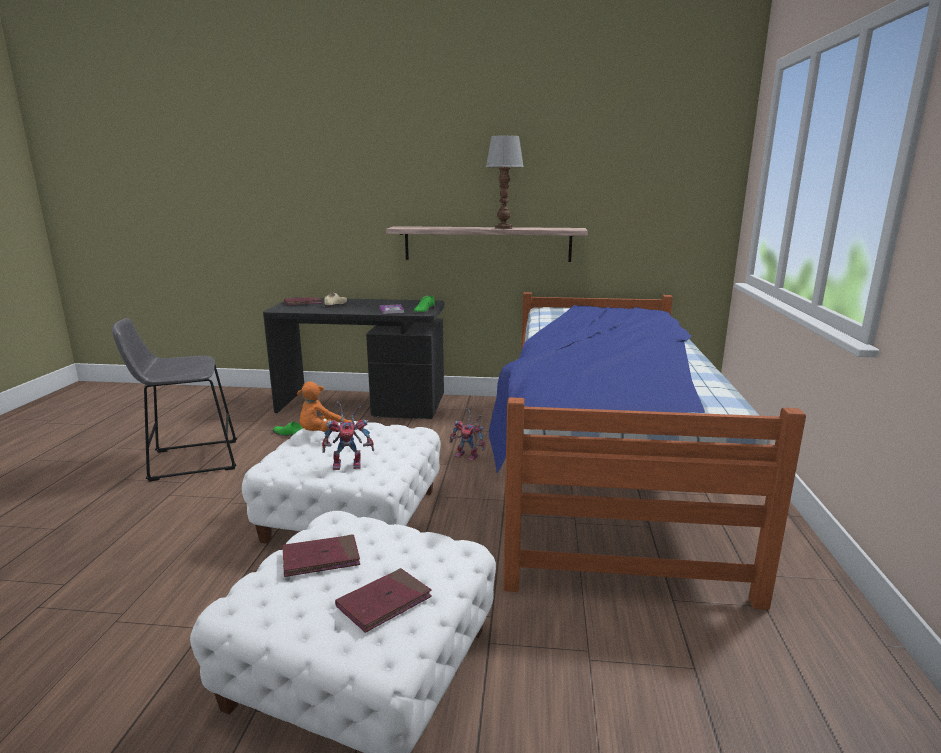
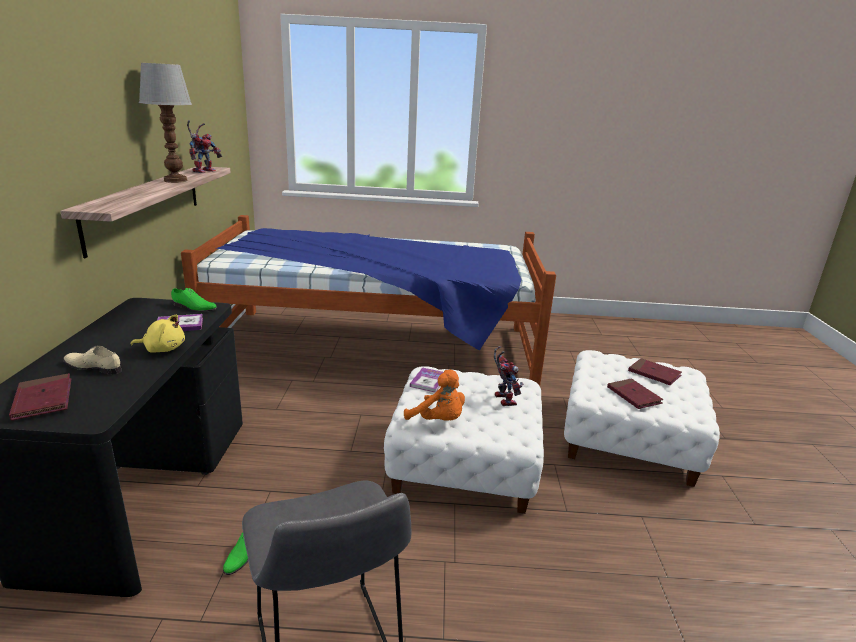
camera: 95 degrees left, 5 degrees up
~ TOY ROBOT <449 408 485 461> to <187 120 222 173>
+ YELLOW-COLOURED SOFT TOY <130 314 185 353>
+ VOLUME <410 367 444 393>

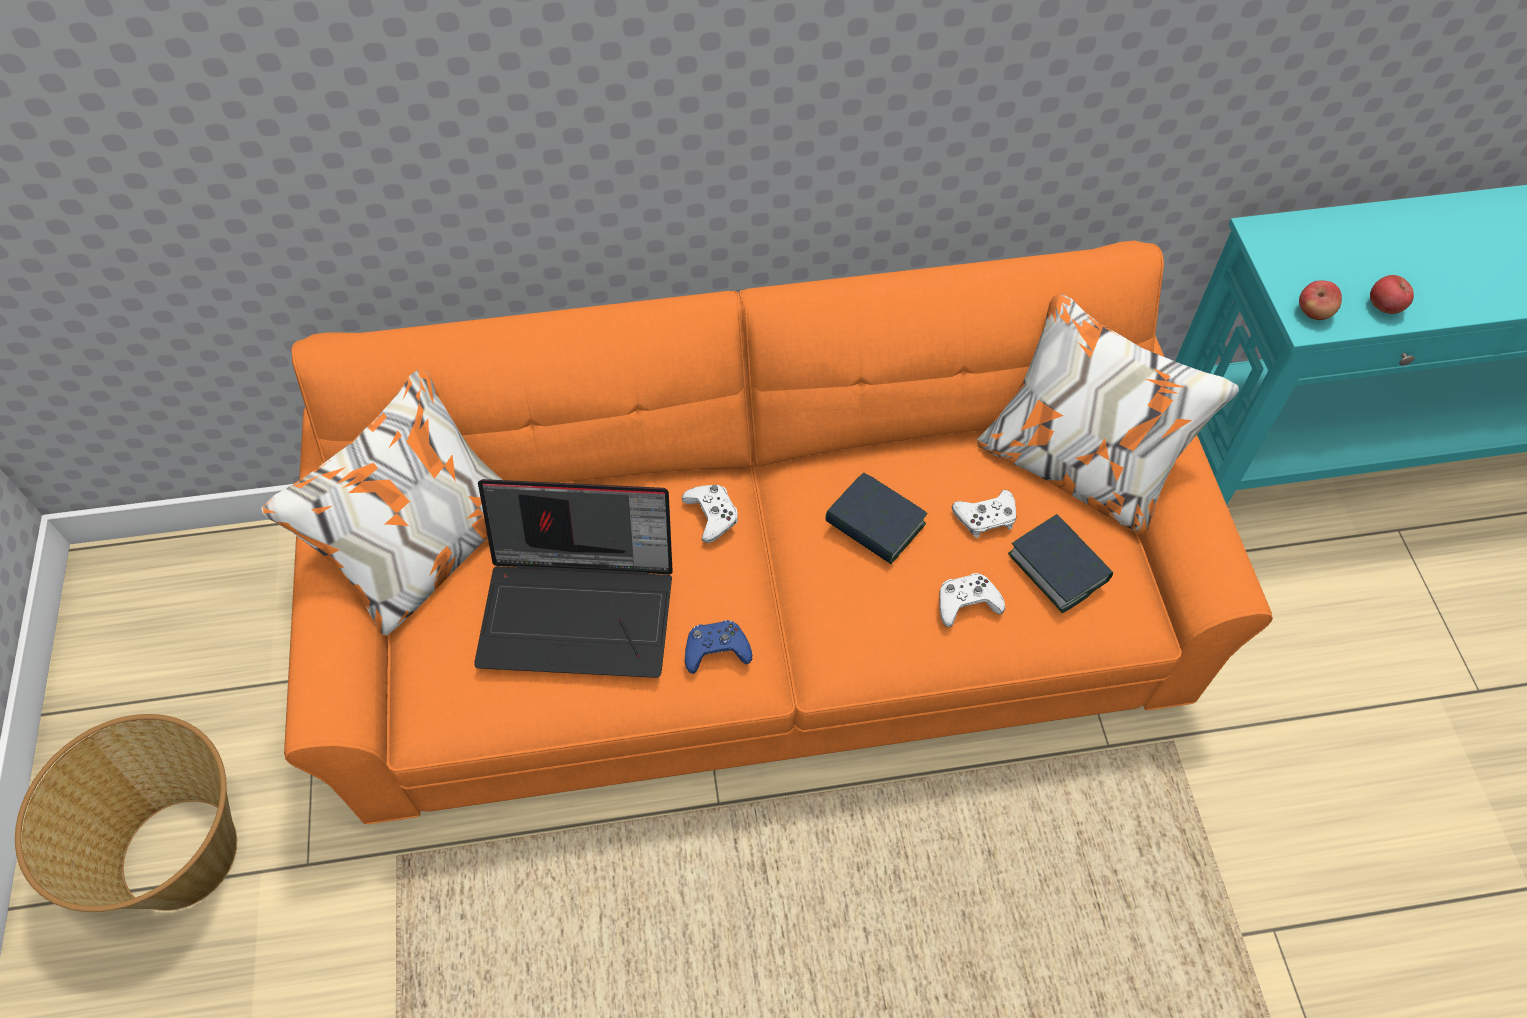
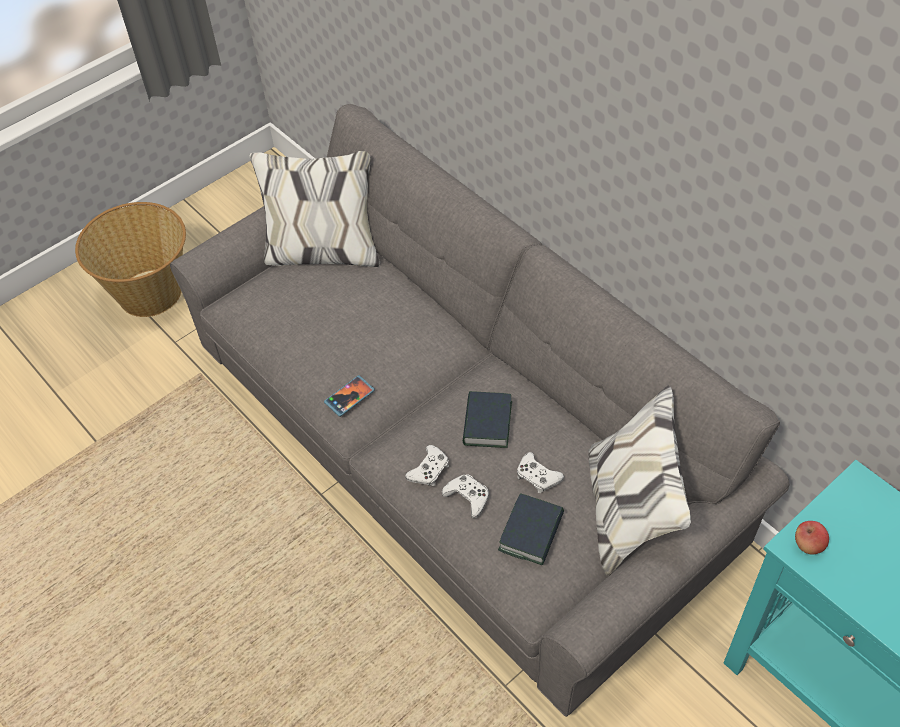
camera: 60 degrees right, 5 degrees down
~ ORANGE-COLOURED SETTEE <261 240 1273 824> to GRAY SETTEE <170 104 790 717>
- APPLE <1370 275 1414 314>
- PORTABLE COMPUTER <474 479 673 678>
~ WHITISH GAMEPAD <682 485 738 543> to <405 445 449 486>
~ BLUE-COLOURED GAMEPAD <685 620 753 674> to HANDSET <324 375 375 417>

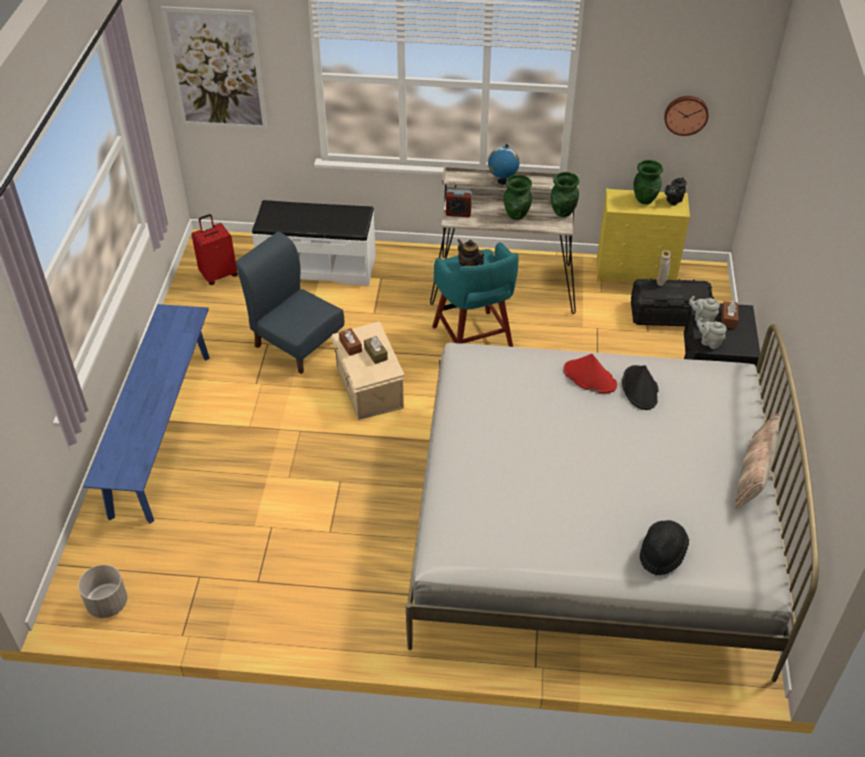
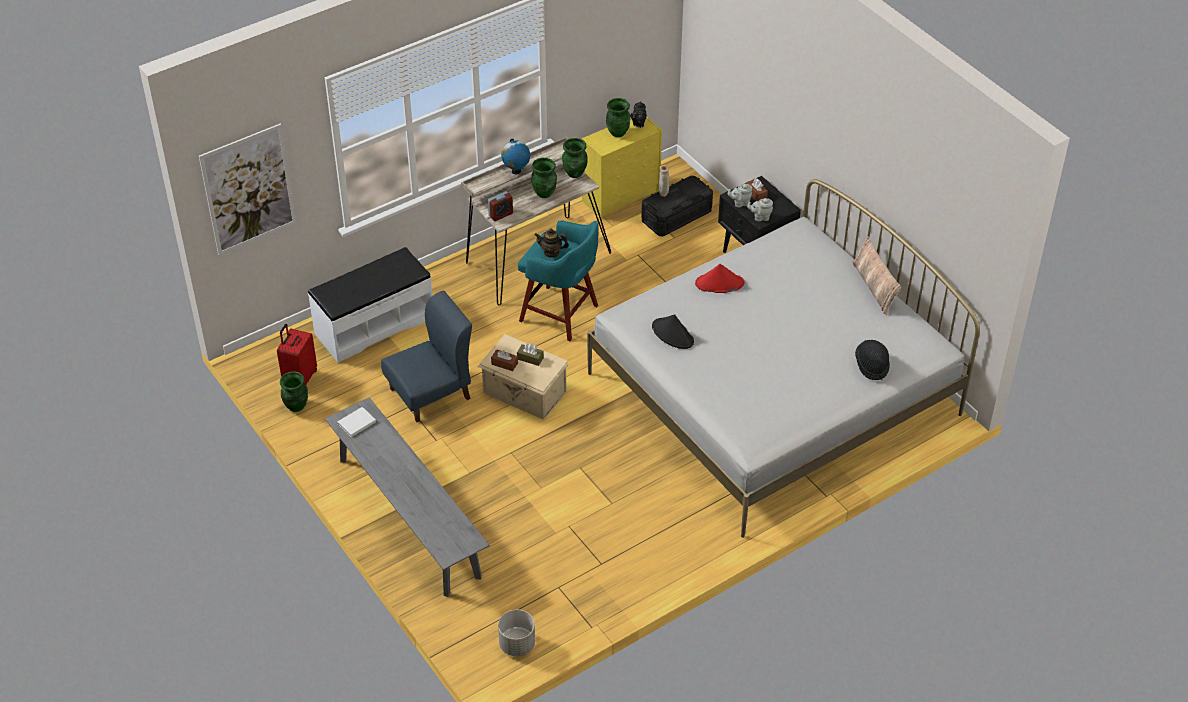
camera: 40 degrees left, 0 degrees up
- HANGING CLOCK <664 96 709 136>
~ BLUE-COLOURED PLAIN CHAIR <236 232 344 374> = <381 291 472 422> 150 degrees clockwise
~ BLUE-COLOURED LONG SEAT <83 304 210 524> to GRAY LONG SEAT <325 397 490 597>
~ BLACK-COLOURED CLOTHING HAT <622 365 658 410> to <652 314 694 349>
+ GREEN DECORATIVE VASE <280 371 308 412>
+ WHITISH VOLUME <337 407 376 437>

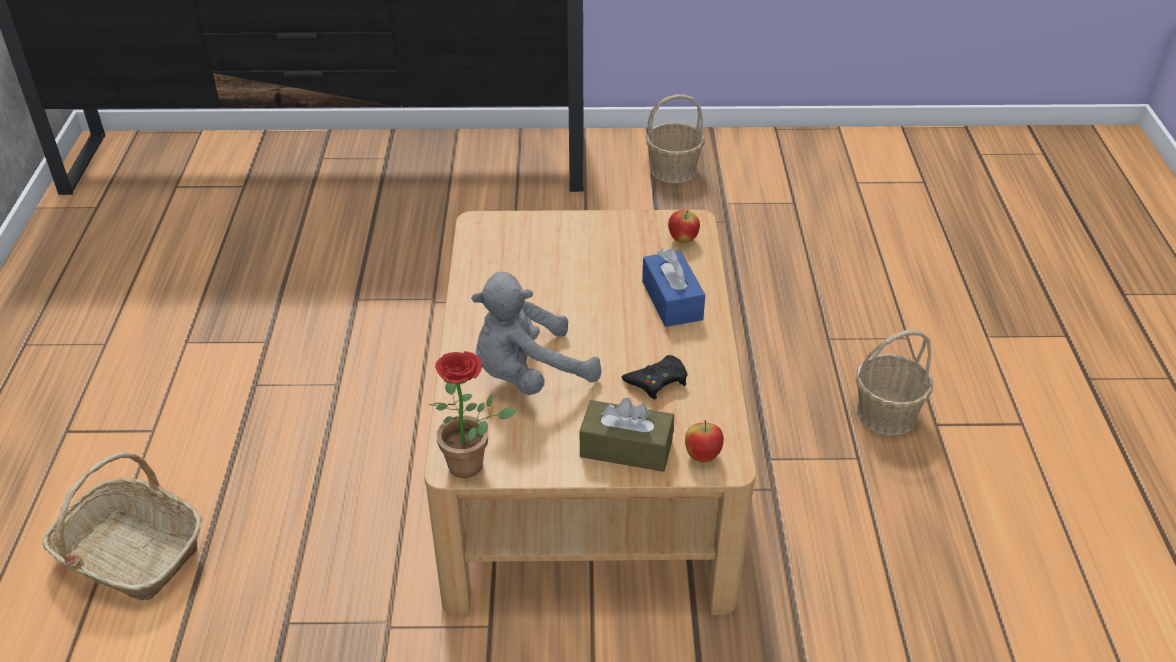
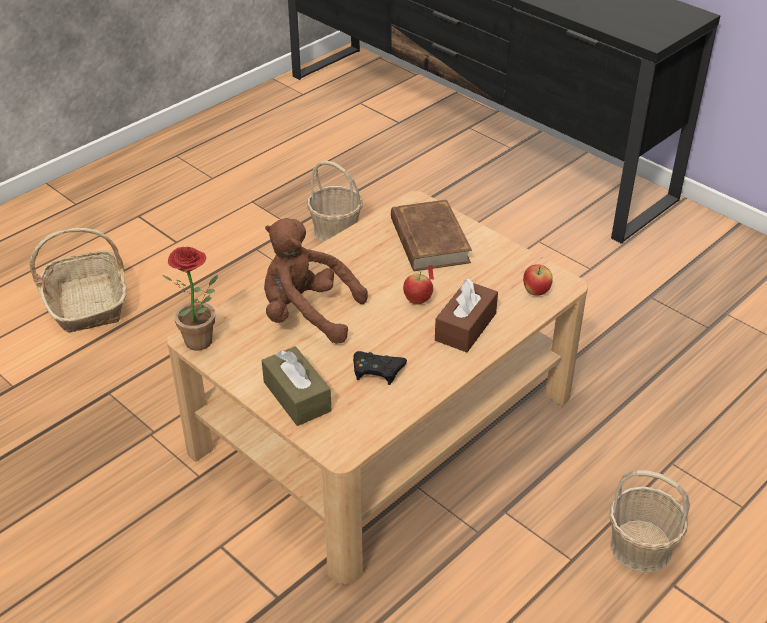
camera: 45 degrees right, 0 degrees up
~ BASKET <646 94 705 183> to <307 161 362 242>
~ BLUE-COLOURED BOX OF TISSUES <642 249 705 327> to BROWNISH BOX OF TISSUES <435 278 498 352>
~ GRAY SOFT TOY <471 272 602 395> to BROWNISH SOFT TOY <264 218 368 344>
~ APPLE <685 420 724 463> to <403 271 433 305>
+ BROWNISH VOLUME <391 200 472 280>

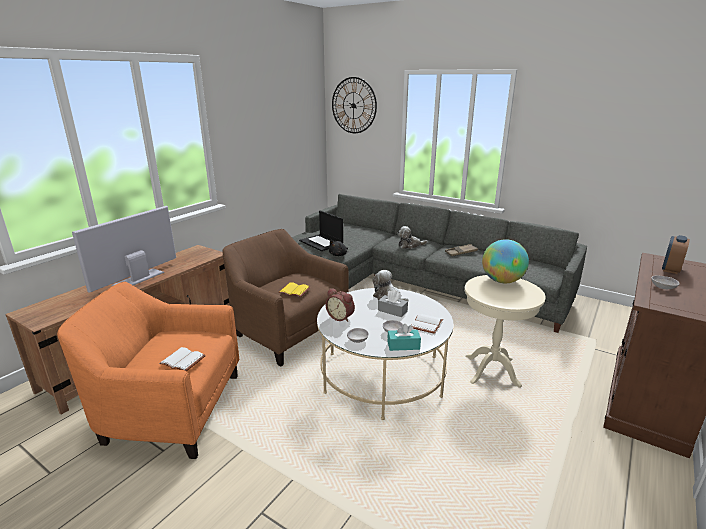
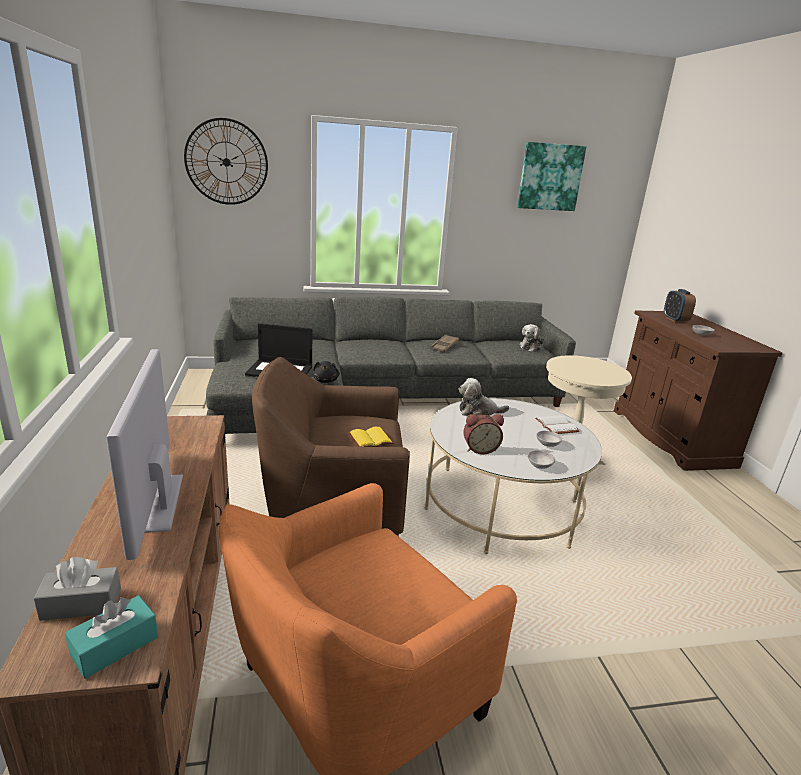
camera: 45 degrees left, 0 degrees up
~ SOFT TOY <397 226 427 249> to <520 324 544 352>
- DESK GLOBE <482 239 529 283>
~ GRAY BOX OF TISSUES <378 290 408 317> to <33 557 121 621>
~ TURQUOISE BOX OF TISSUES <388 324 421 351> to <65 595 158 679>
- WHITISH VOLUME <159 347 206 371>
+ WALL PICTURE <517 142 586 211>

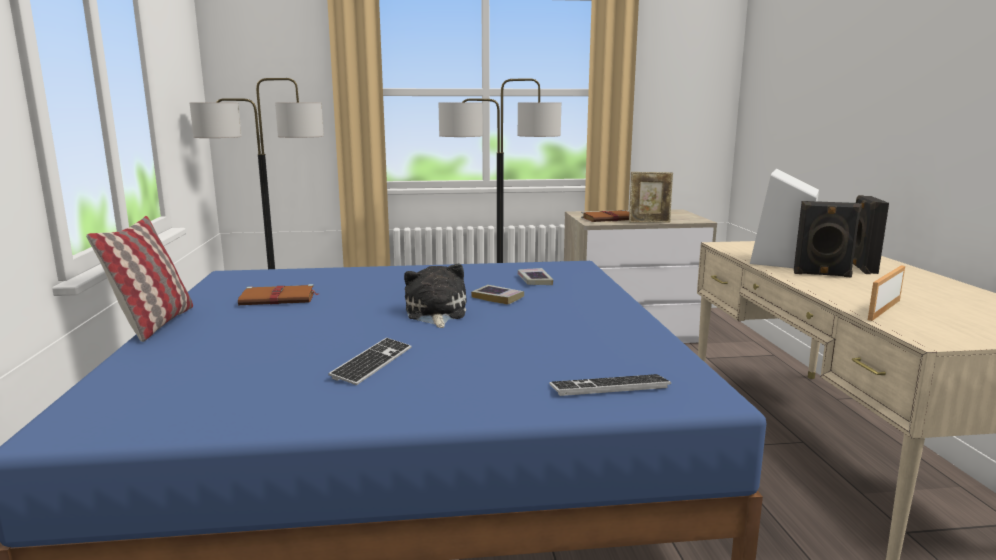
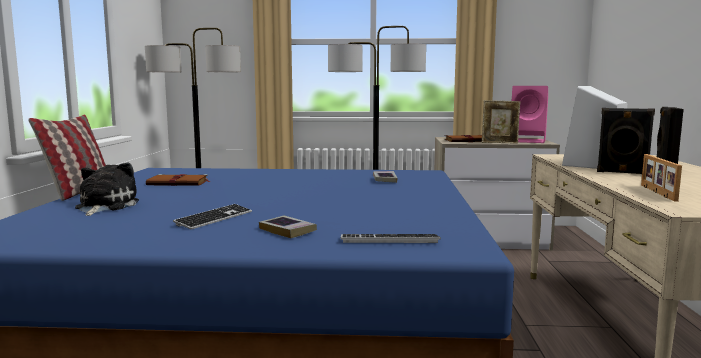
camera: 10 degrees right, 5 degrees down
~ SOFT TOY <404 263 467 328> to <75 163 139 216>
~ PICTURE FRAME <868 266 905 321> = <641 154 682 202> 45 degrees counterclockwise
~ VOLUME <471 285 524 305> to <259 216 317 238>
+ PINKISH AUDIO SPEAKER <512 86 548 143>

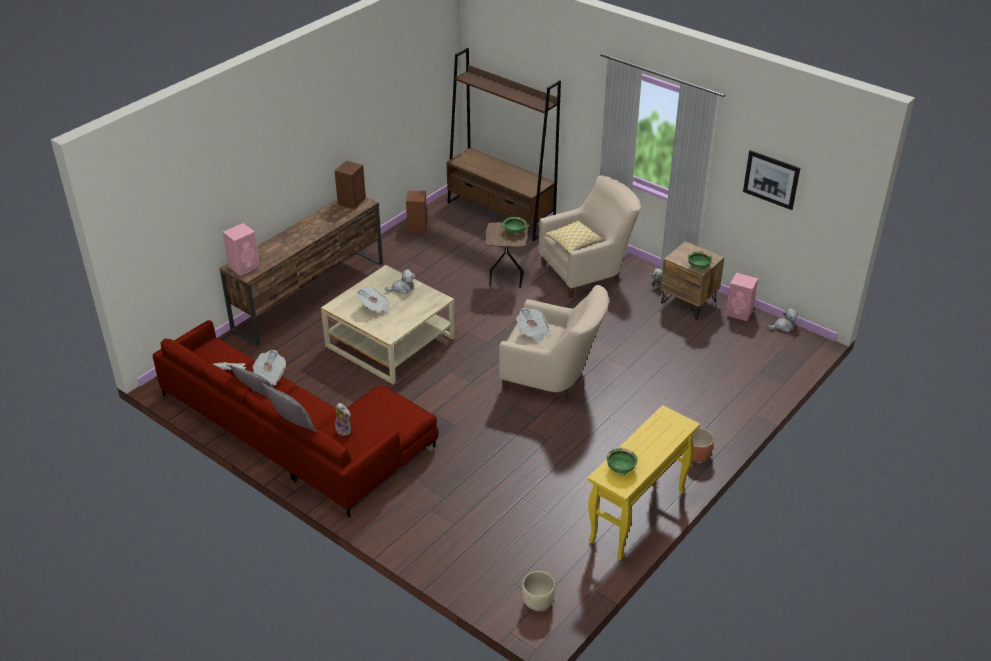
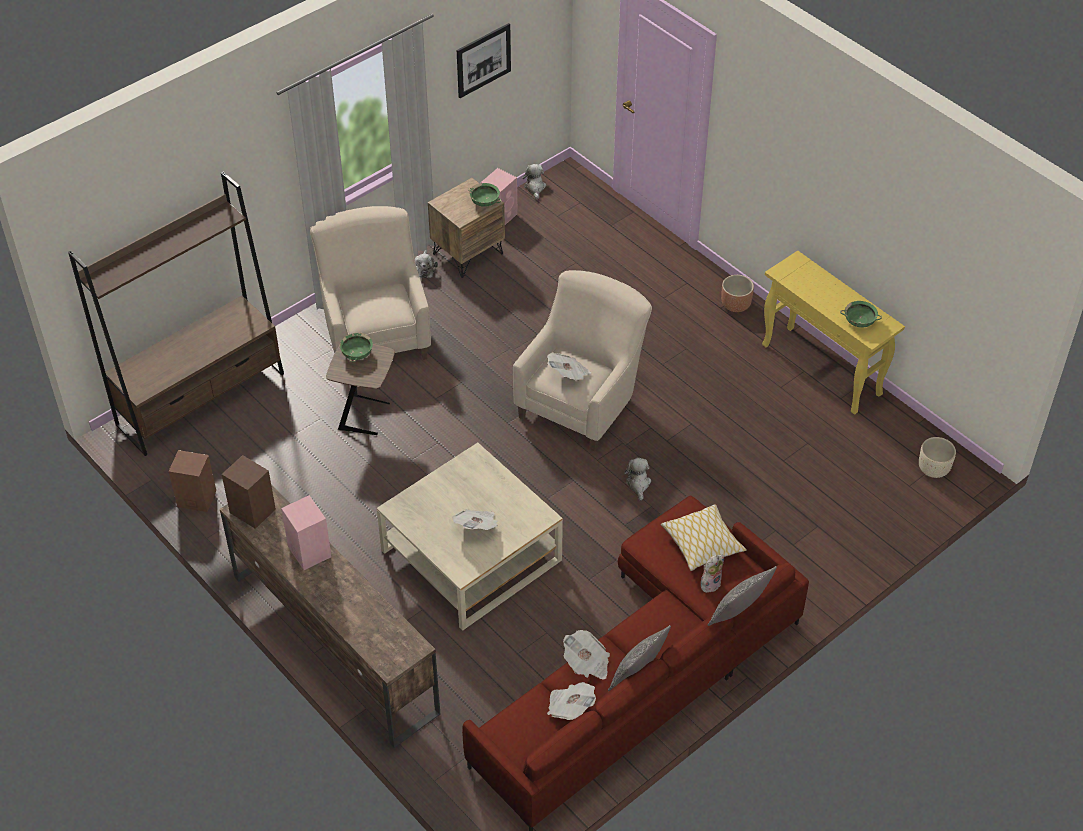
camera: 80 degrees left, 10 degrees up
~ CUSHION <545 220 603 254> to <661 504 747 571>
~ PINKISH AUDIO SPEAKER <223 223 260 276> to <281 495 332 570>
~ SOFT TOY <385 269 416 294> to <624 457 651 501>

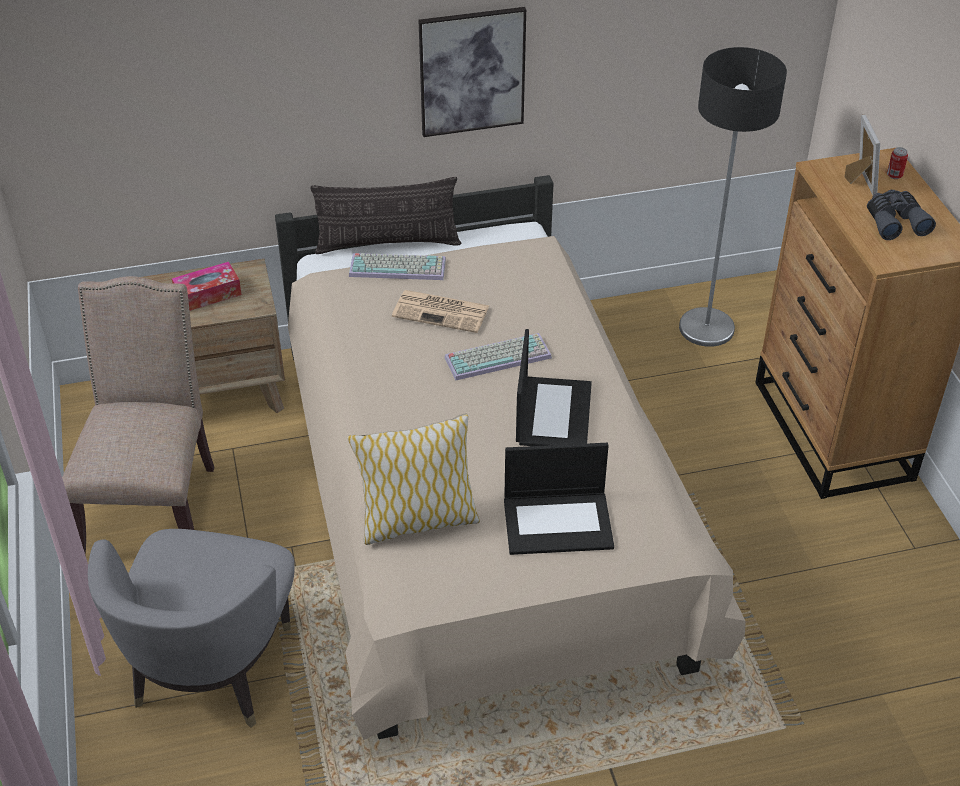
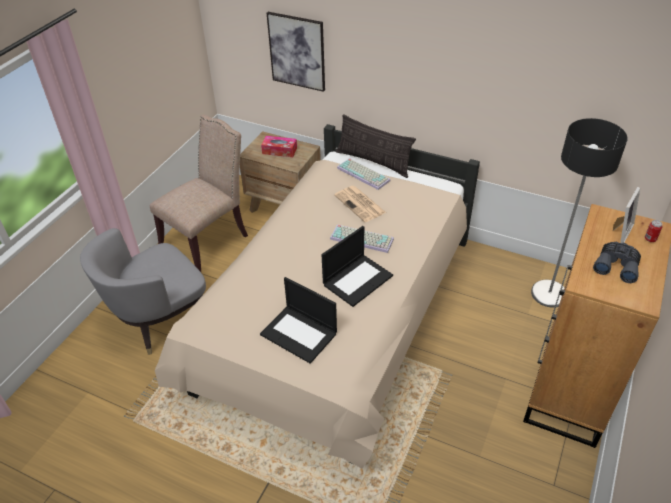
camera: 40 degrees right, 0 degrees up
~ WALL PICTURE <418 7 526 137> to <267 12 325 92>
- CUSHION <347 414 480 545>

